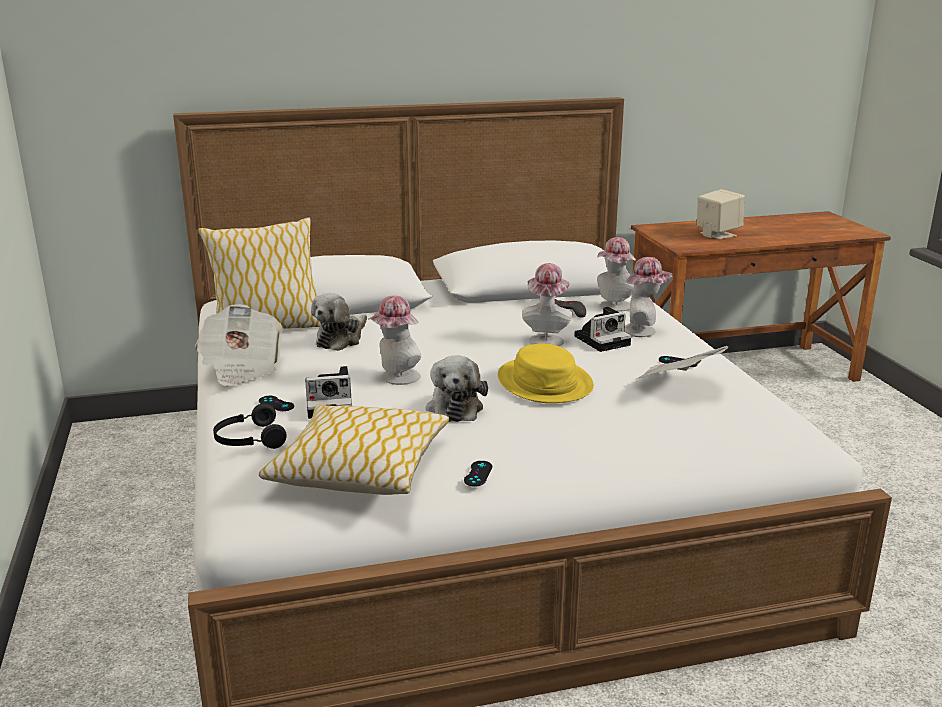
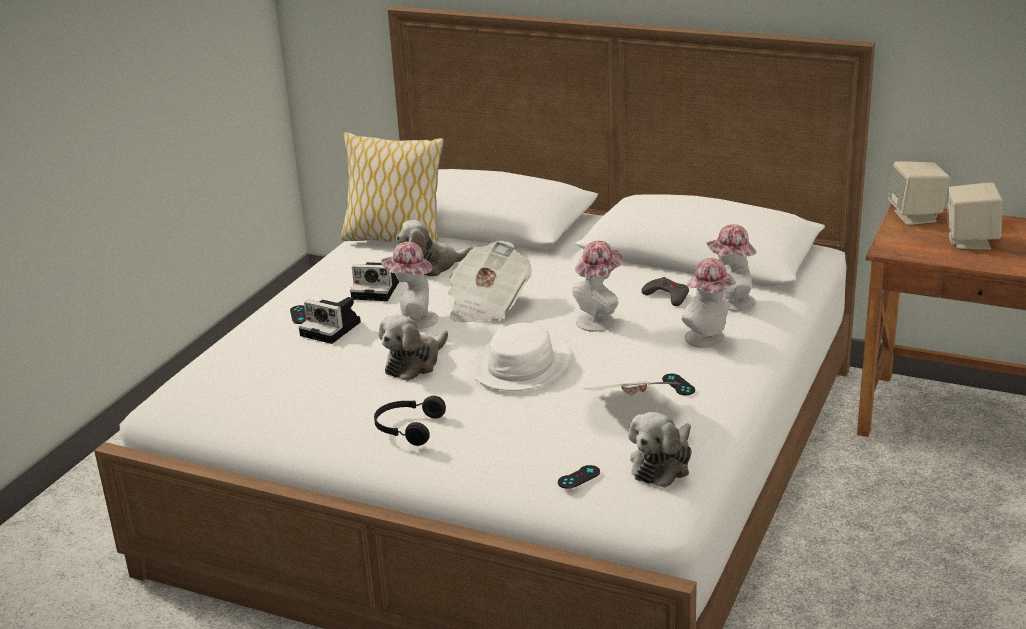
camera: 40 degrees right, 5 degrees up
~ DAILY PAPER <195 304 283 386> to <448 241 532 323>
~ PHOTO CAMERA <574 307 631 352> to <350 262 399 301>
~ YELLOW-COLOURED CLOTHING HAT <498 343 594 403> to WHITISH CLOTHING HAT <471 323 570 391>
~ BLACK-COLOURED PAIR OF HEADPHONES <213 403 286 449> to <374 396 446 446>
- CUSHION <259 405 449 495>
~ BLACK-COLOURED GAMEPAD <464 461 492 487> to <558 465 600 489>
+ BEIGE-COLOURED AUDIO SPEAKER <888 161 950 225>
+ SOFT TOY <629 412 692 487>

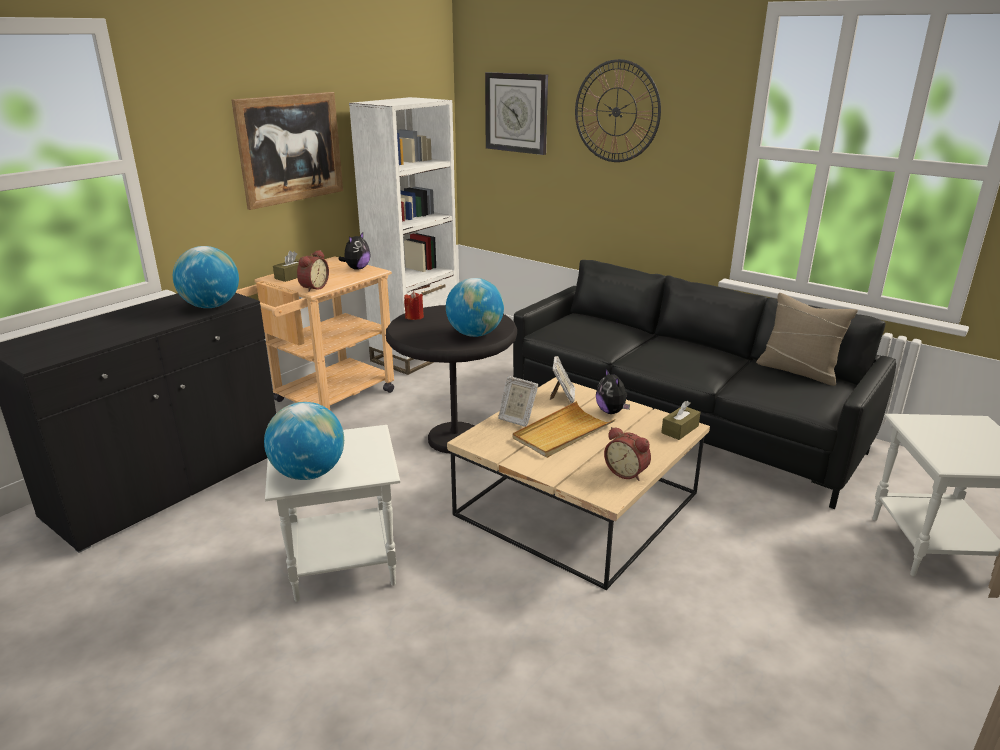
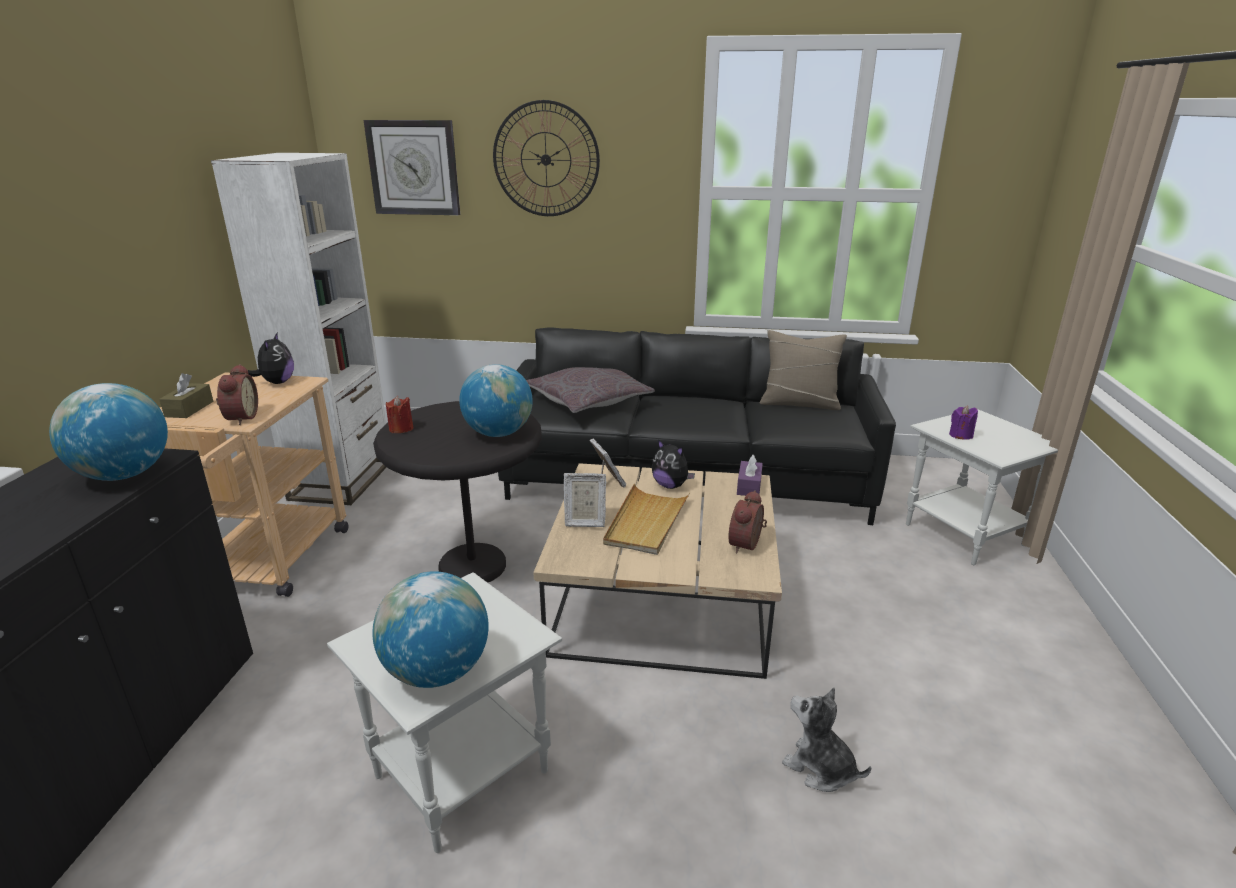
camera: 30 degrees left, 0 degrees up
- WALL PICTURE <231 92 343 210>
~ BROWNISH BOX OF TISSUES <661 401 701 440> to PURPLE BOX OF TISSUES <737 455 763 496>
~ BEDSIDE CLOCK <604 427 651 481> = <728 490 767 553> 105 degrees clockwise
+ GRAY CUSHION <526 367 655 413>
+ PURPLE CANDLE <949 405 978 440>
+ SOFT TOY <782 688 871 792>

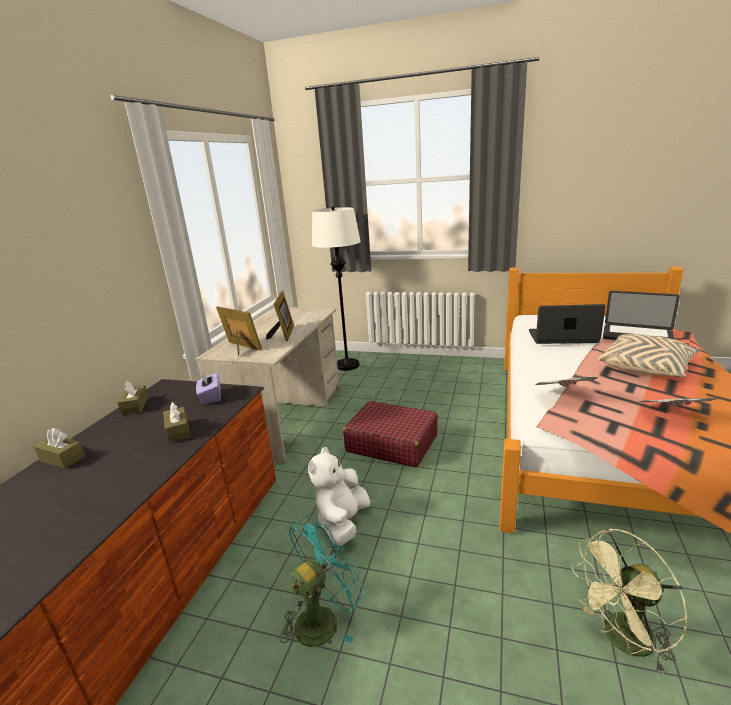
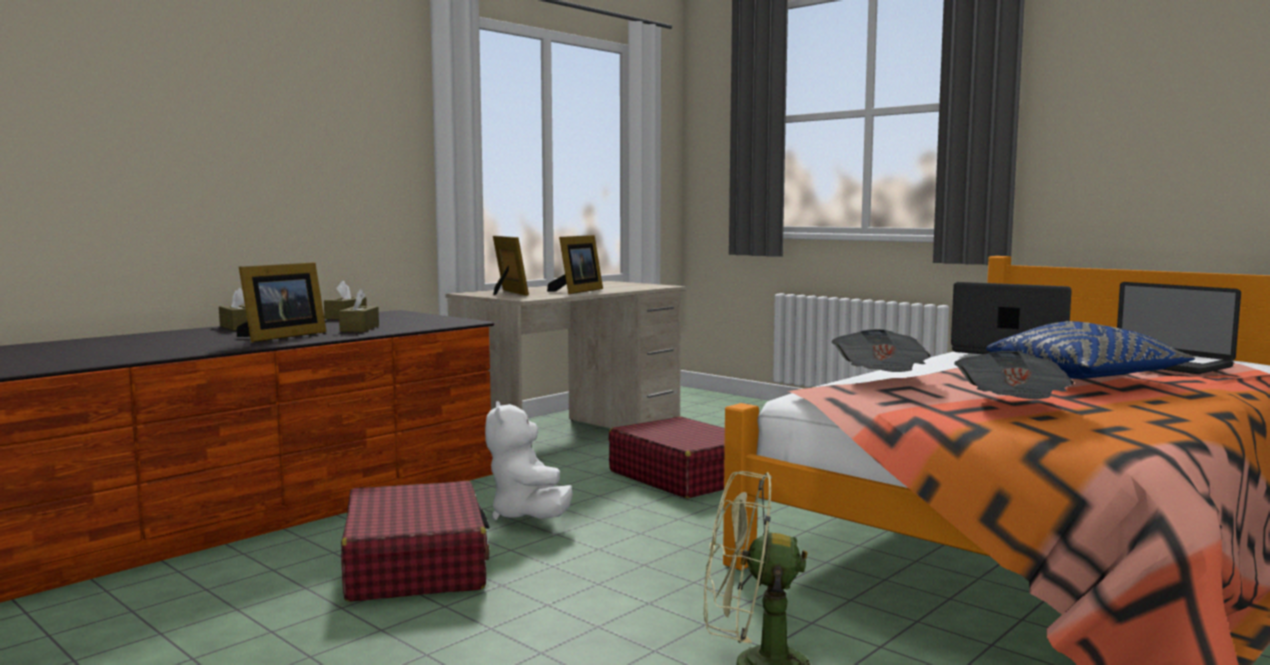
camera: 25 degrees right, 15 degrees down
- WHITISH STANDING LAMP <312 206 361 371>
~ BEIGE-COLOURED CUSHION <598 334 701 377> to BLUE-COLOURED CUSHION <986 321 1195 379>
- PURPLE BOX OF TISSUES <196 371 221 404>
~ WHITISH SOFT TOY <308 447 370 546> = <485 401 573 520> 60 degrees counterclockwise
~ TURQUOISE FAN <280 516 367 647> to RED PIECE OF LUGGAGE <341 481 490 602>
+ PICTURE FRAME <237 262 327 342>

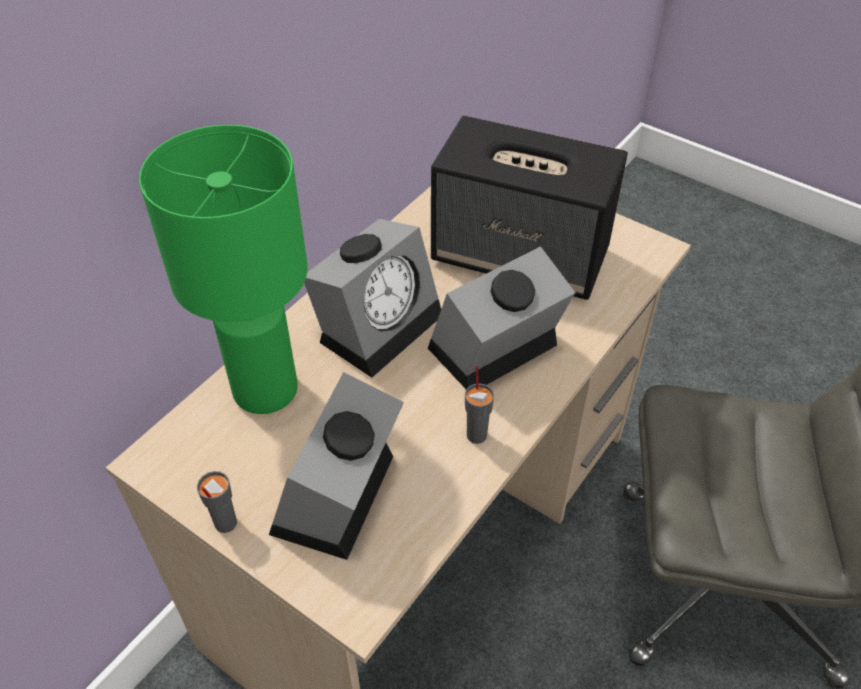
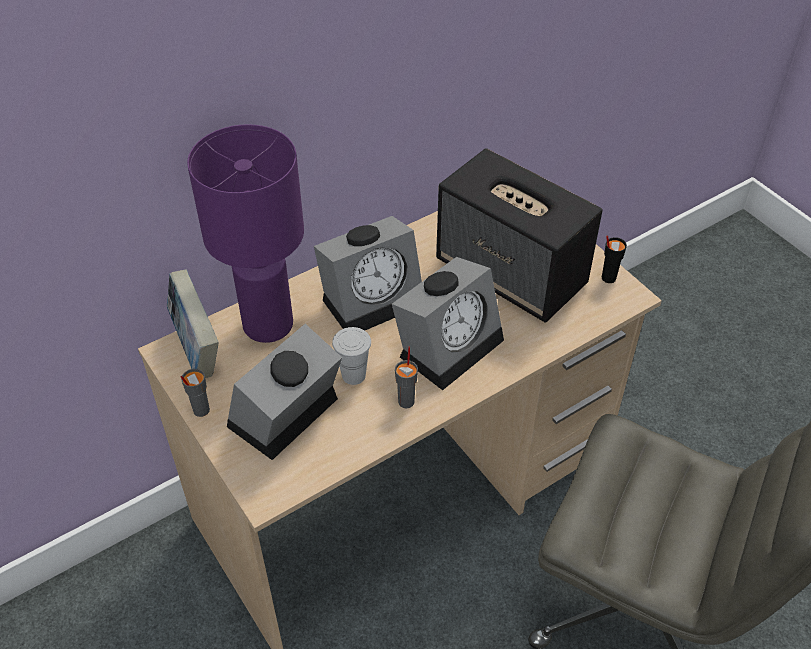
camera: 20 degrees right, 0 degrees up
~ GREEN LAMP FOR A TABLE <139 125 307 414> to PURPLE LAMP FOR A TABLE <187 124 304 343>
~ BEDSIDE CLOCK <428 246 575 389> = <392 257 504 390> 150 degrees clockwise
+ BLACK-COLOURED SMALL CUP <602 235 627 283>
+ VOLUME <167 269 219 378>
+ WHITISH SMALL CUP <332 327 371 385>

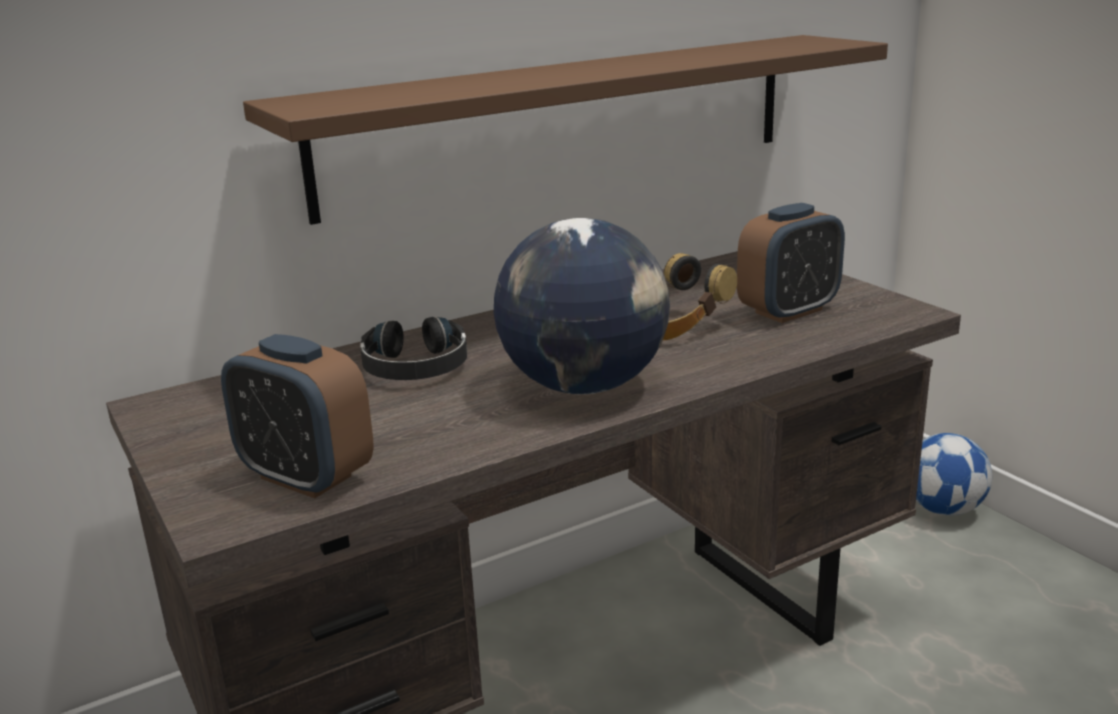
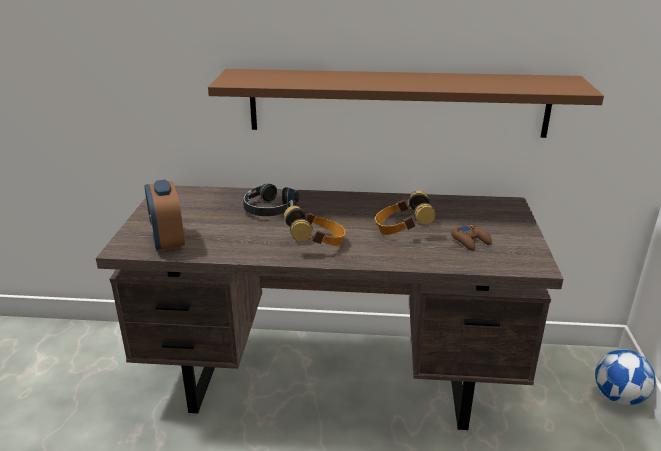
camera: 35 degrees right, 5 degrees up
~ BEDSIDE CLOCK <737 203 845 323> to BROWNISH GAMEPAD <451 225 492 251>
~ DESK GLOBE <494 218 670 395> to PAIR OF HEADPHONES <284 206 345 246>

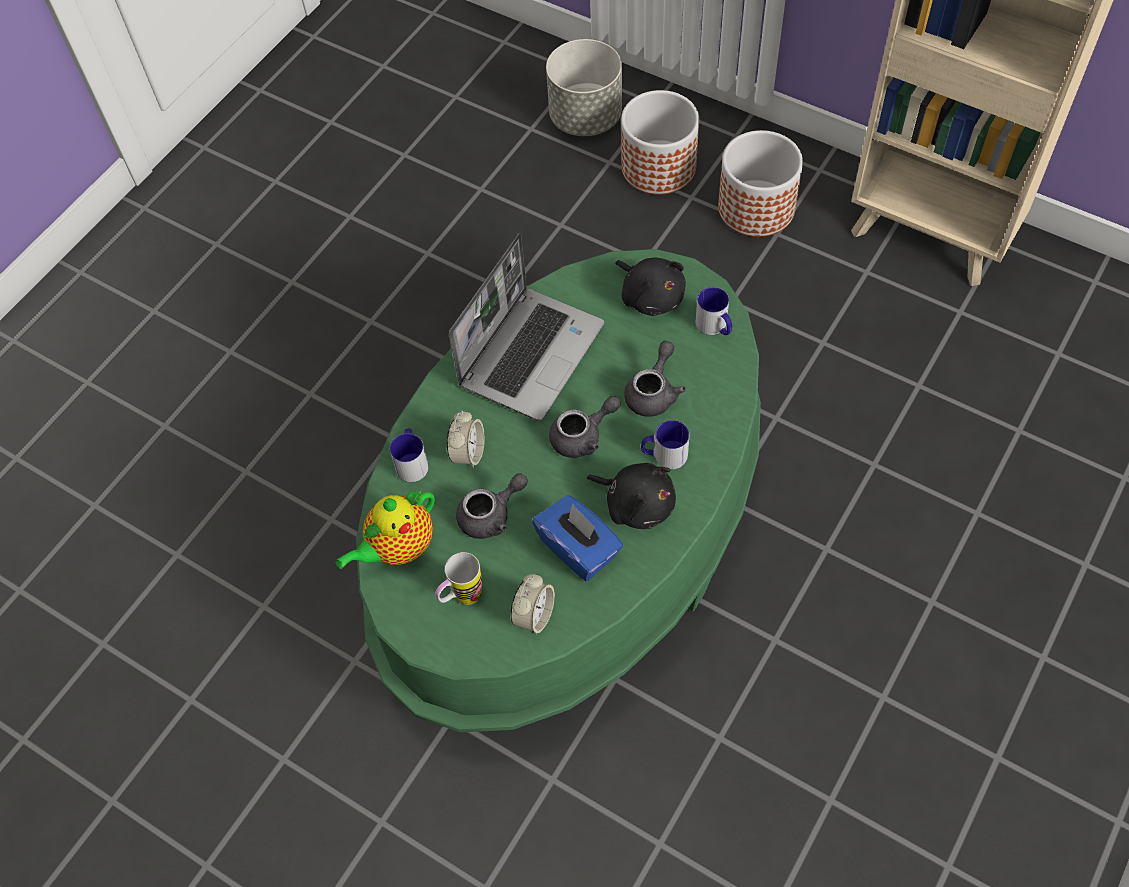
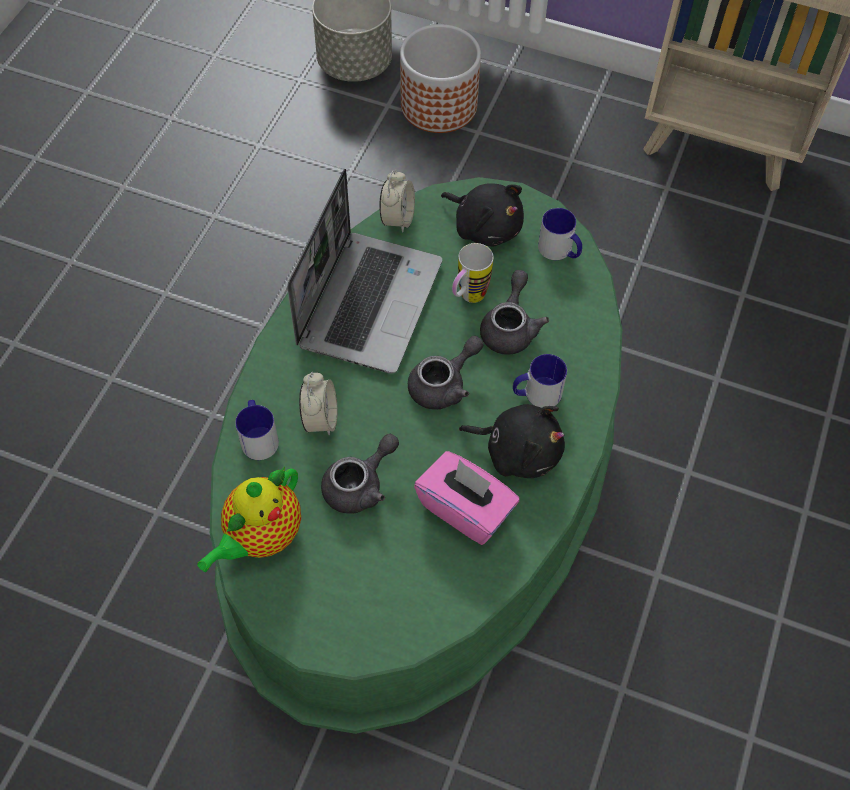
camera: 15 degrees left, 0 degrees up
- PLANTER <718 130 803 237>
~ BLUE-COLOURED BOX OF TISSUES <532 495 623 581> to PINKISH BOX OF TISSUES <414 451 519 545>
~ MUG <435 552 482 605> to <452 243 493 303>
~ BEDSIDE CLOCK <510 574 555 634> to <379 170 415 233>

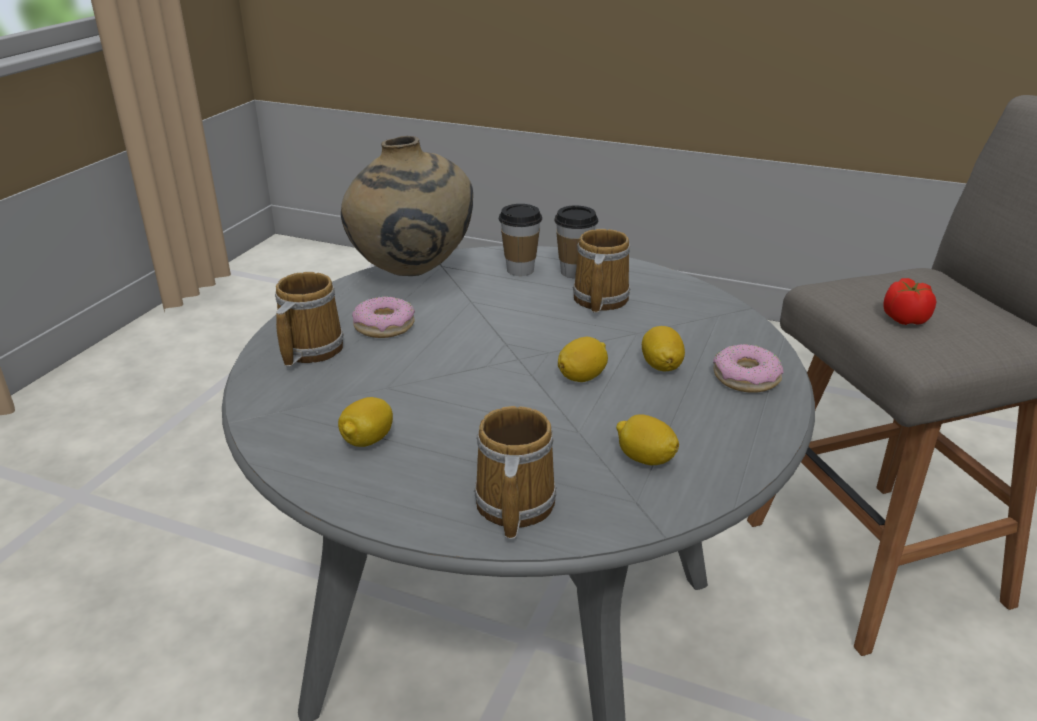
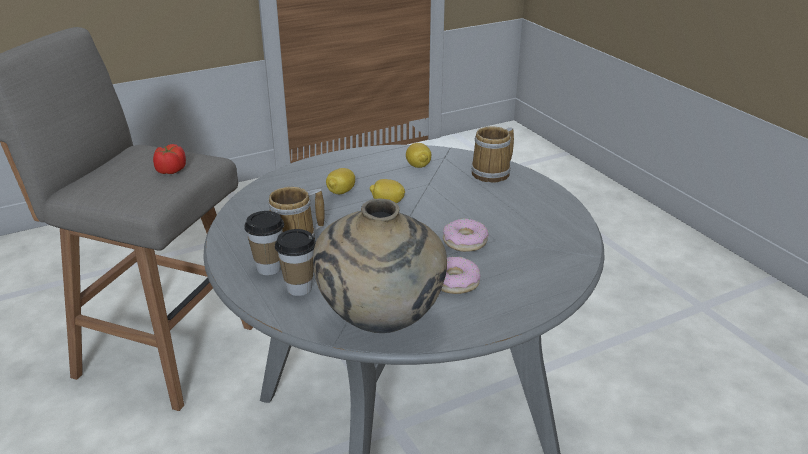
camera: 140 degrees left, 0 degrees up
- MUG <275 272 344 366>
~ RING DOUGHNUT <713 344 783 393> to <443 218 489 252>
- LEMON <338 397 393 447>

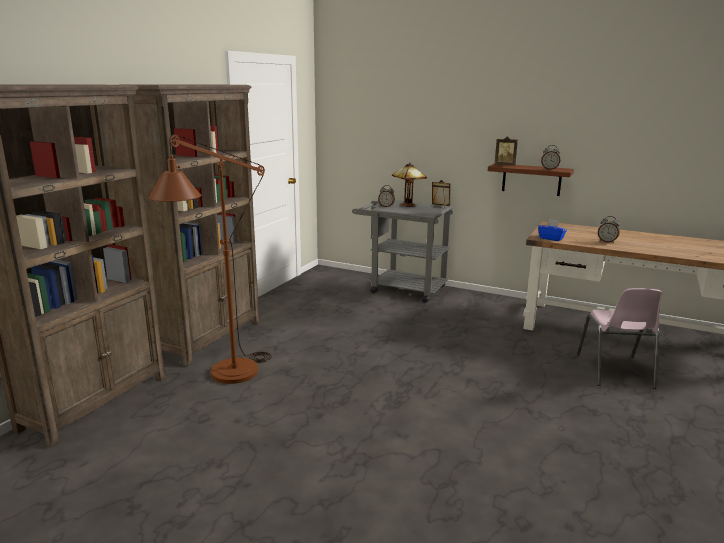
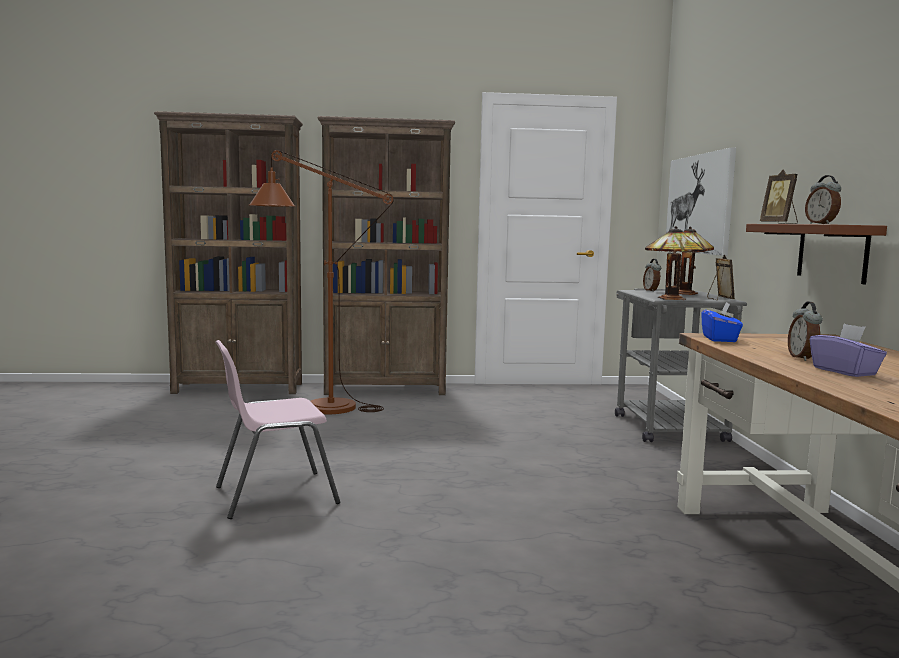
camera: 60 degrees right, 10 degrees down
~ PINKISH PLAIN CHAIR <577 288 663 389> to <215 340 340 519>
+ WALL PICTURE <666 147 736 256>
+ LAMP FOR A TABLE <645 226 705 300>
+ PURPLE BOX OF TISSUES <809 324 887 377>

